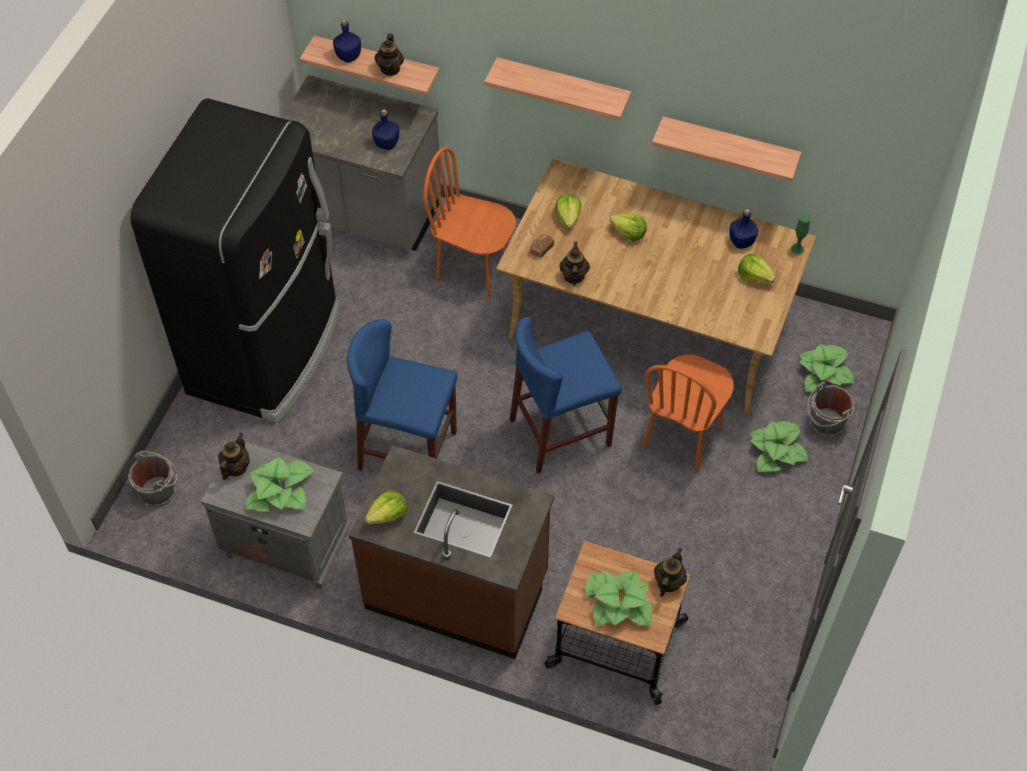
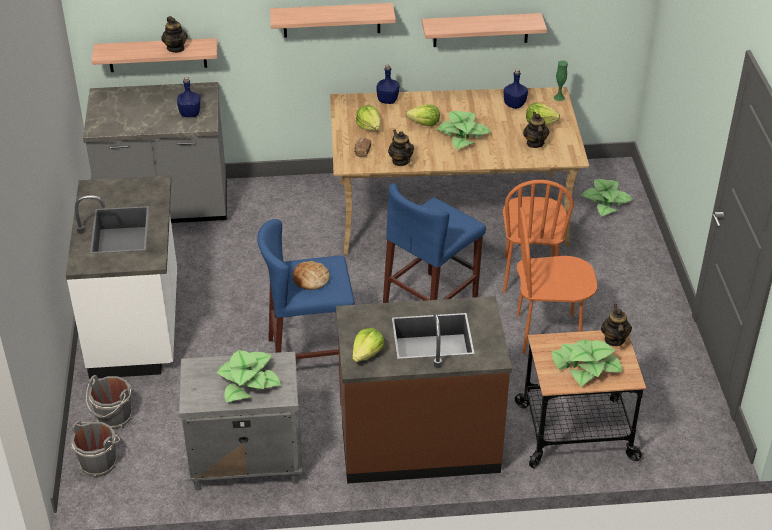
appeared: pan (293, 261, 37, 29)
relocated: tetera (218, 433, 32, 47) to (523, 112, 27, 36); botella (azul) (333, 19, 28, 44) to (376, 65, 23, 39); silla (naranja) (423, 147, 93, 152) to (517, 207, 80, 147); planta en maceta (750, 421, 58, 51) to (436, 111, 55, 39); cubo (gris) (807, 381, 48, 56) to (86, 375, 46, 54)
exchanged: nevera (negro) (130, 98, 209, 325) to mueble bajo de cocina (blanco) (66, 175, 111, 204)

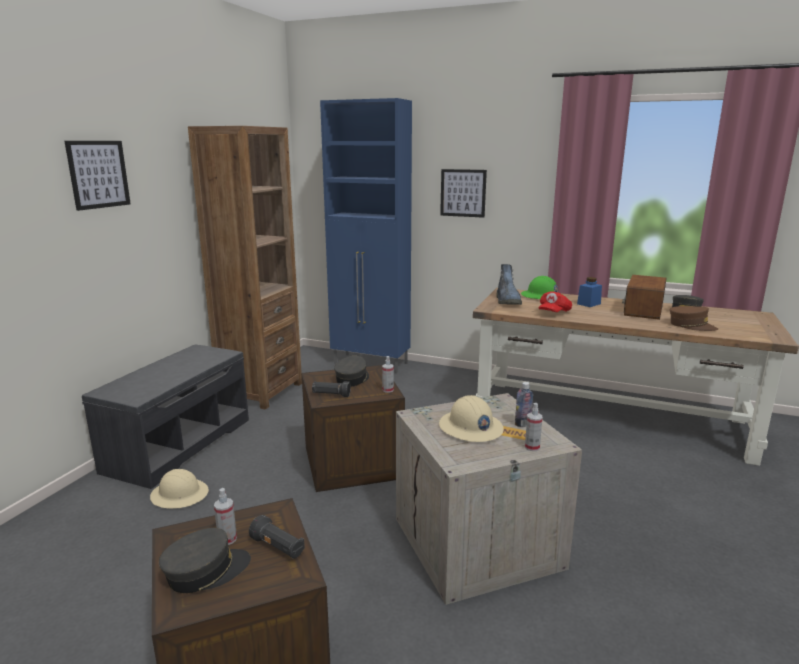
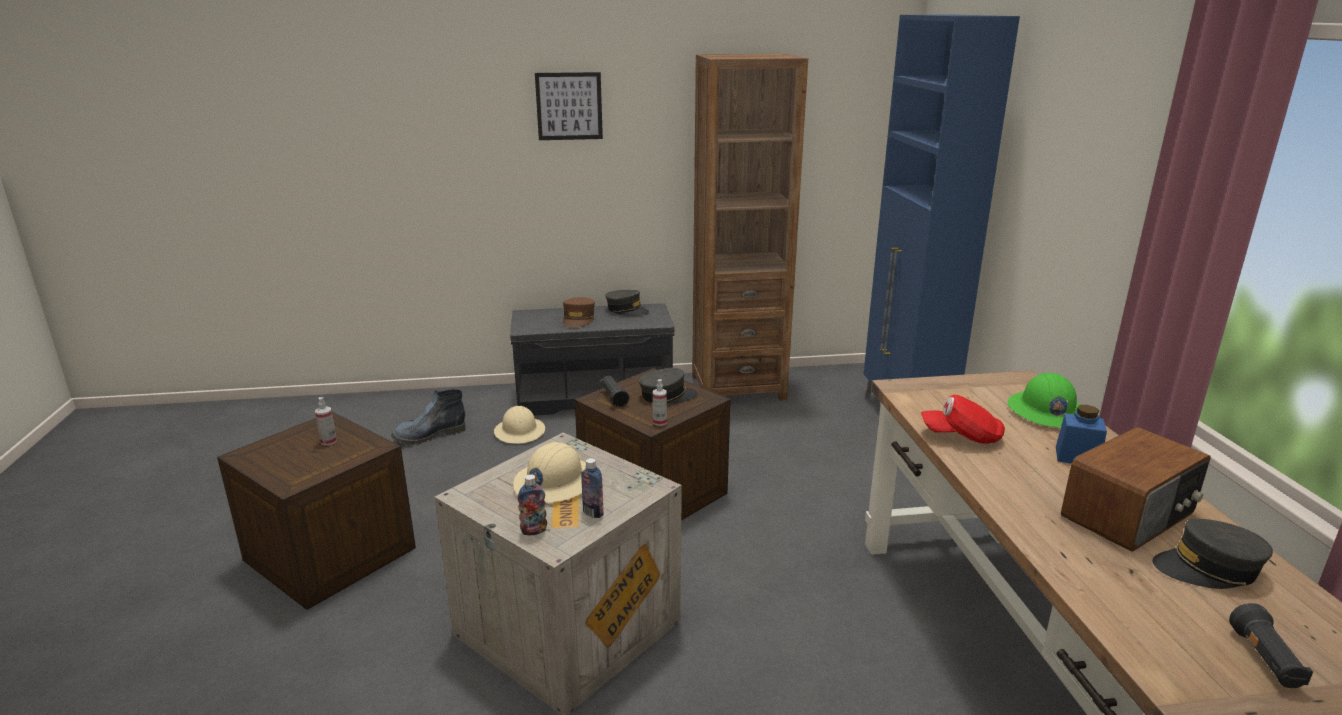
missing: cuadro (440, 169, 47, 49)
relocated: gorra (gris) (159, 528, 92, 65) to (605, 290, 44, 26); linterna (negro) (249, 515, 56, 44) to (1229, 603, 84, 85); bota (496, 264, 26, 41) to (391, 389, 75, 56); gorra (marrón) (670, 306, 48, 25) to (563, 297, 32, 31)
exchanged: pulverizador (525, 403, 17, 48) to botella (518, 474, 29, 61)
spun: radio (622, 275, 45, 45) = (1061, 427, 150, 124) 150 degrees clockwise

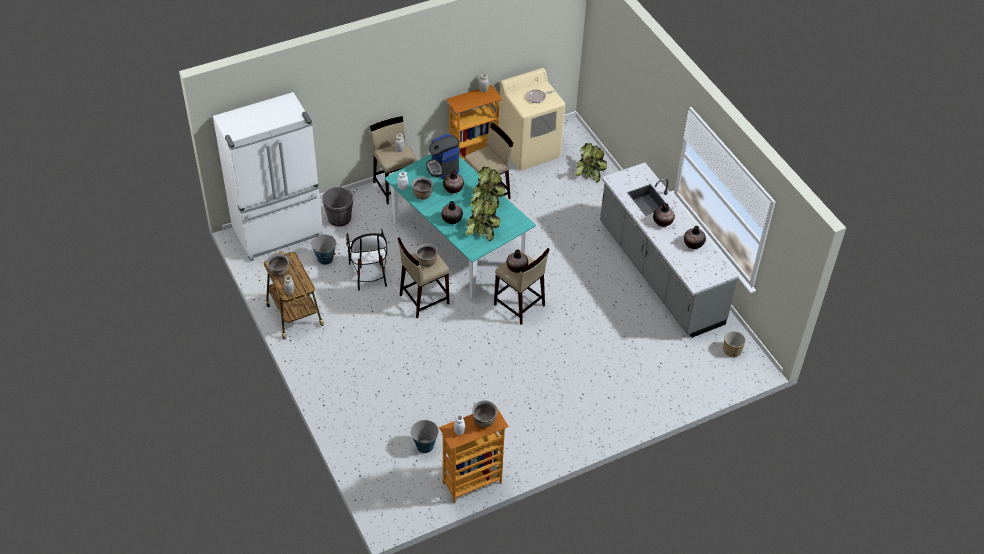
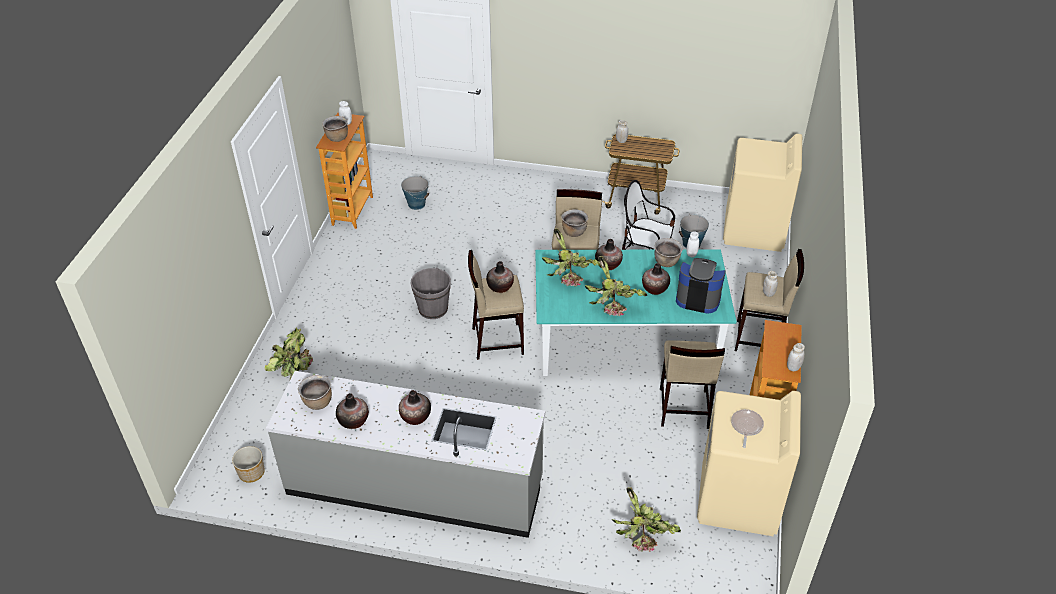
appeared: planta en maceta (264, 328, 49, 52)
relocated: olla (marrón) (267, 254, 22, 23) to (298, 375, 34, 35); cubo (gris) (322, 187, 31, 40) to (411, 267, 40, 52)
exchanged: nevera (blanco) (213, 92, 110, 170) to lavadora (beis) (723, 134, 79, 118)

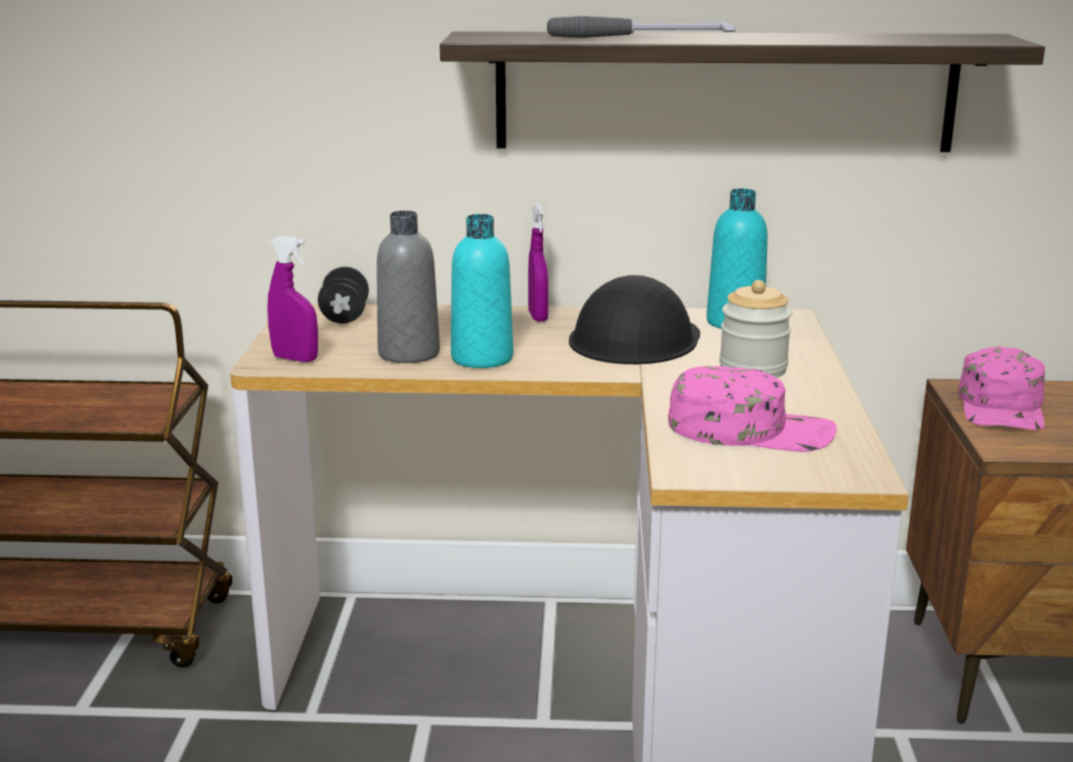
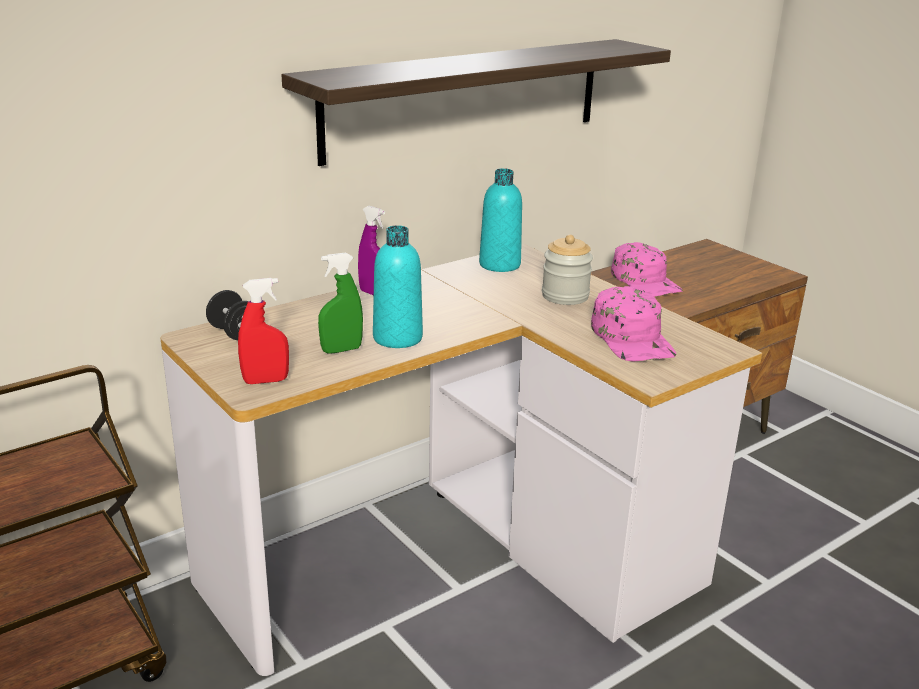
missing: martillo (547, 16, 189, 22); casco (negro) (569, 275, 131, 89)
exchanged: botella (gris) (377, 211, 63, 152) to pulverizador (verde) (318, 253, 45, 101)
colour: pulverizador (morado) (267, 236, 51, 126) to pulverizador (rojo) (238, 278, 51, 106)
spun: gorra (rosa) (668, 366, 169, 86) = (591, 286, 85, 76) 105 degrees clockwise

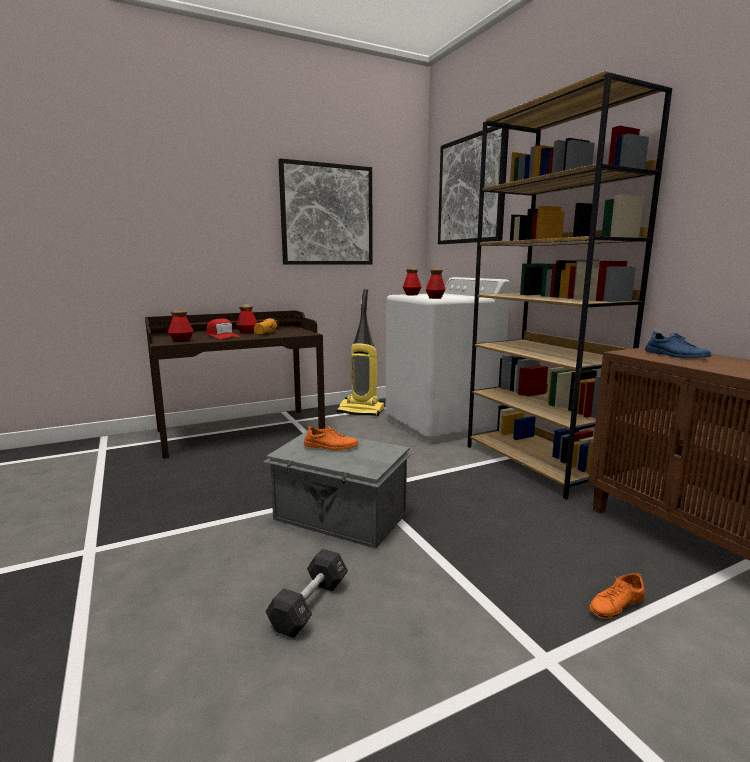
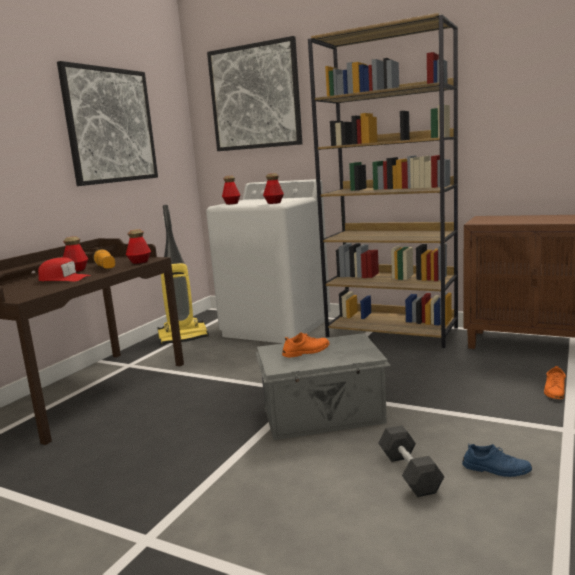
relocated: botella (168, 309, 26, 33) to (126, 229, 25, 35); zapato (azul) (645, 331, 66, 27) to (462, 444, 70, 33)

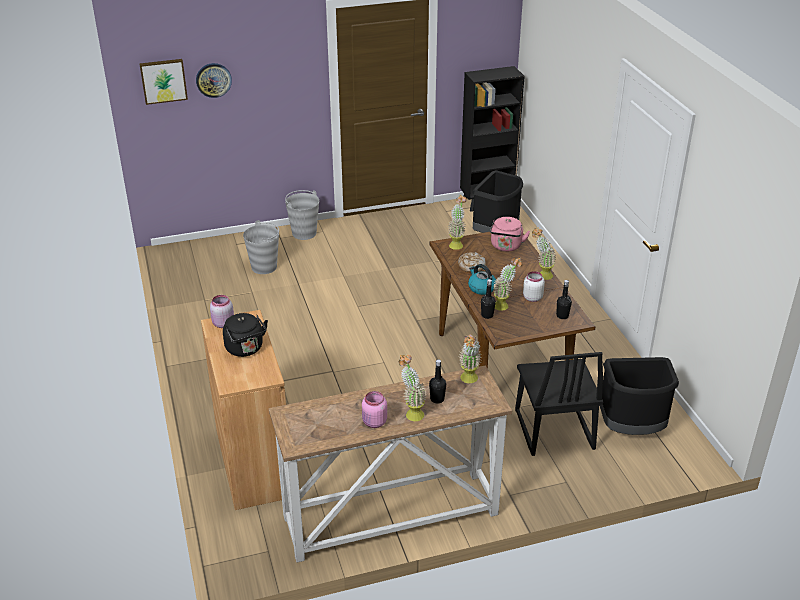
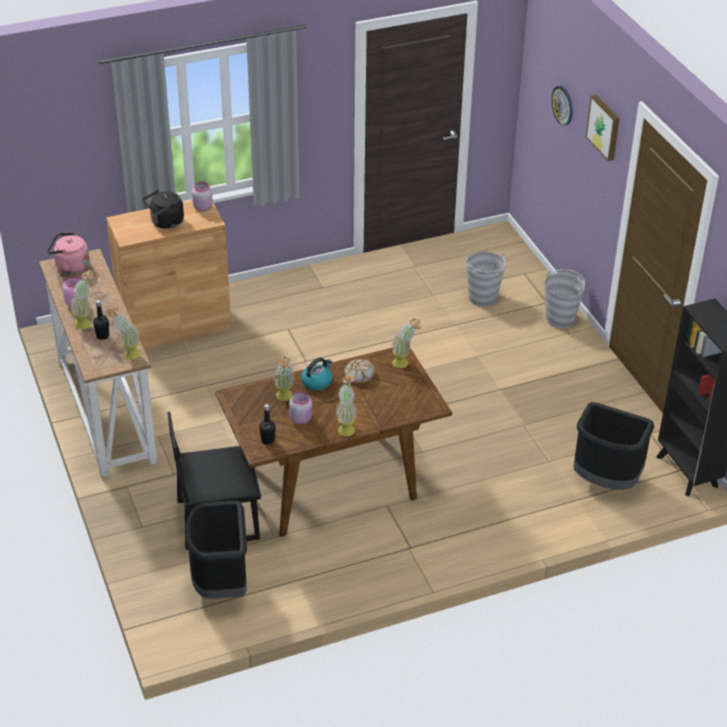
missing: botella (negro) (481, 279, 15, 40)
relocated: cuadro (139, 59, 49, 46) to (586, 95, 34, 66); hervidor (rosa) (490, 217, 40, 34) to (47, 232, 43, 42)
colour: tarro (blanco) (523, 271, 22, 31) to tarro (rosa) (289, 391, 23, 33)

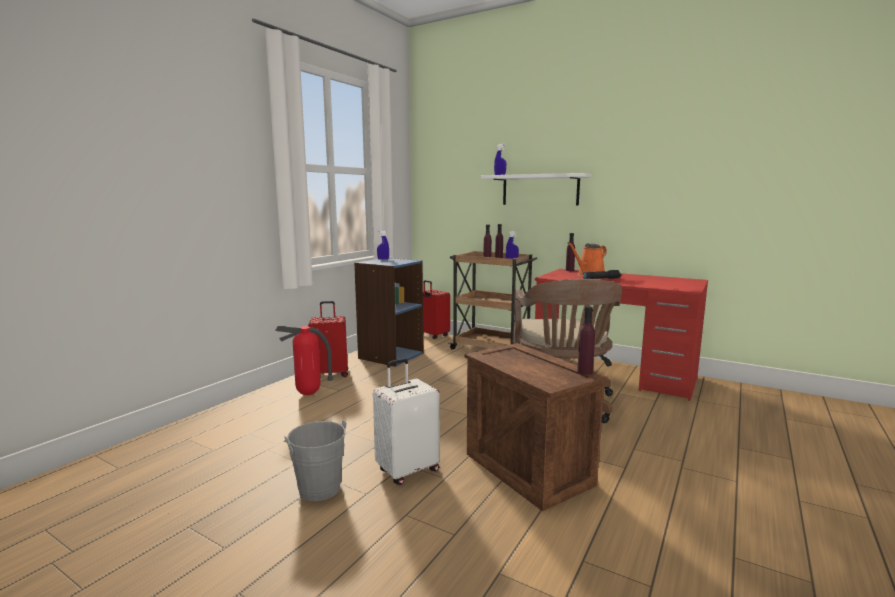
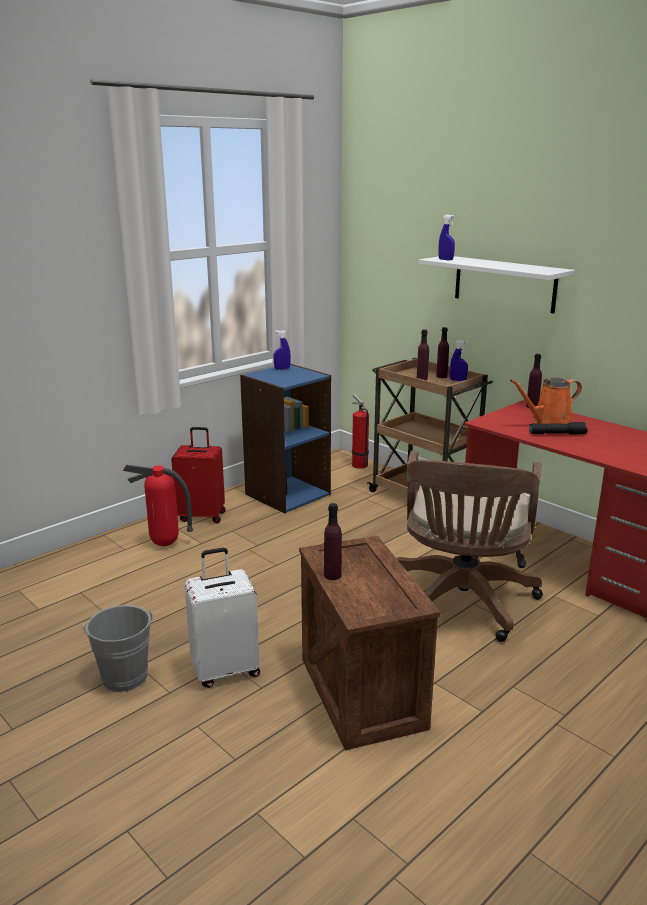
relocated: botella (morado) (577, 306, 18, 69) to (324, 503, 18, 77)
exchanged: maleta (rojo) (423, 280, 27, 59) to extintor (352, 394, 17, 75)

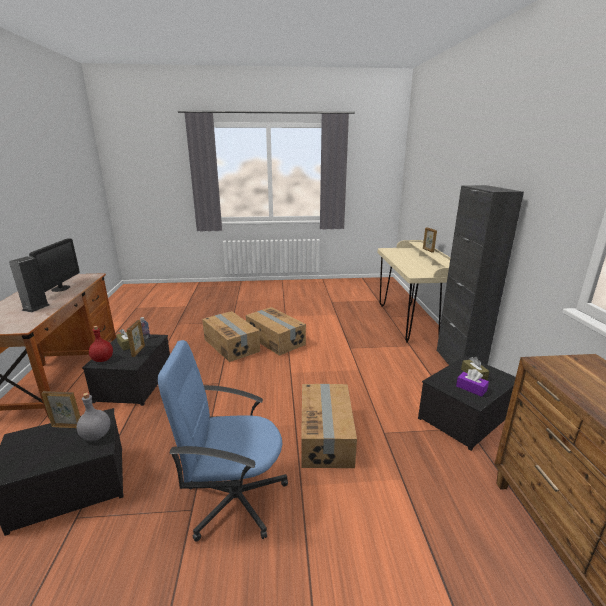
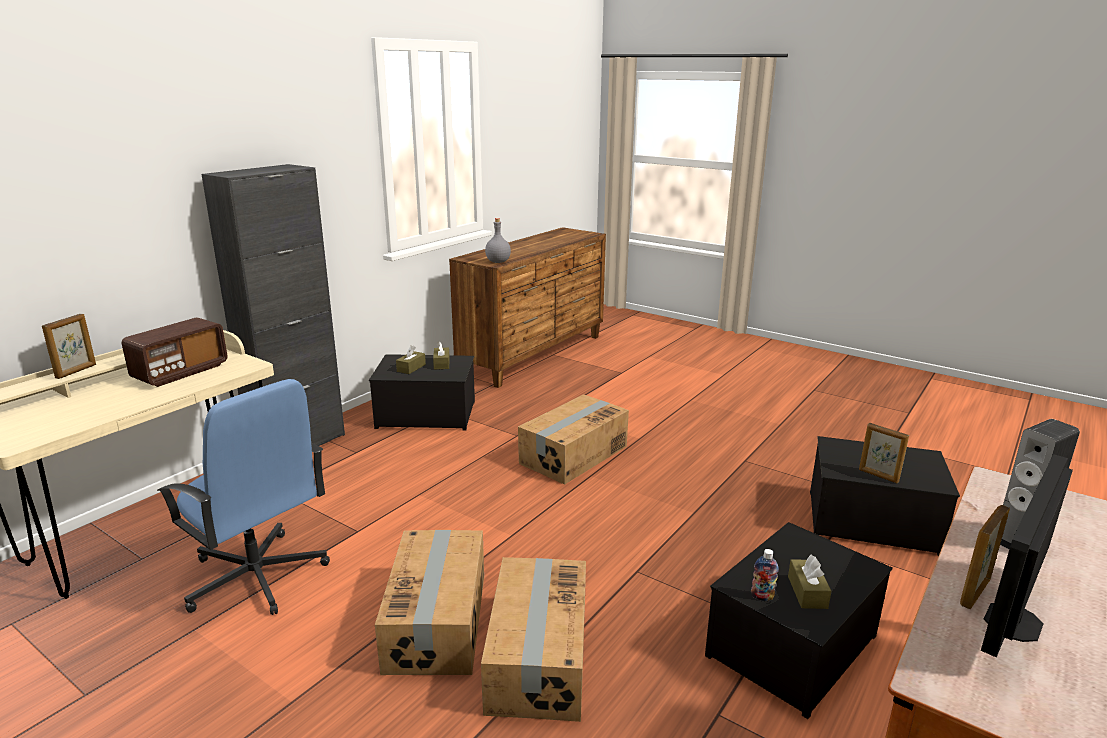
missing: botella (rojo) (89, 326, 24, 36)
appeared: radio (122, 318, 105, 69)
relocated: botella (gris) (77, 392, 33, 49) to (485, 218, 26, 45); portarretratos (127, 320, 18, 37) to (960, 505, 50, 104); silla de oficina (azul) (158, 340, 130, 202) to (157, 379, 173, 236)
colour: caja de pañuelos (morado) (456, 369, 33, 28) to caja de pañuelos (marrón) (433, 341, 17, 28)

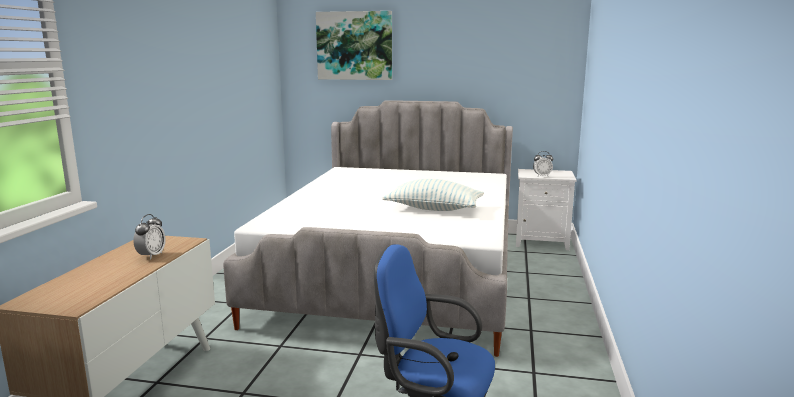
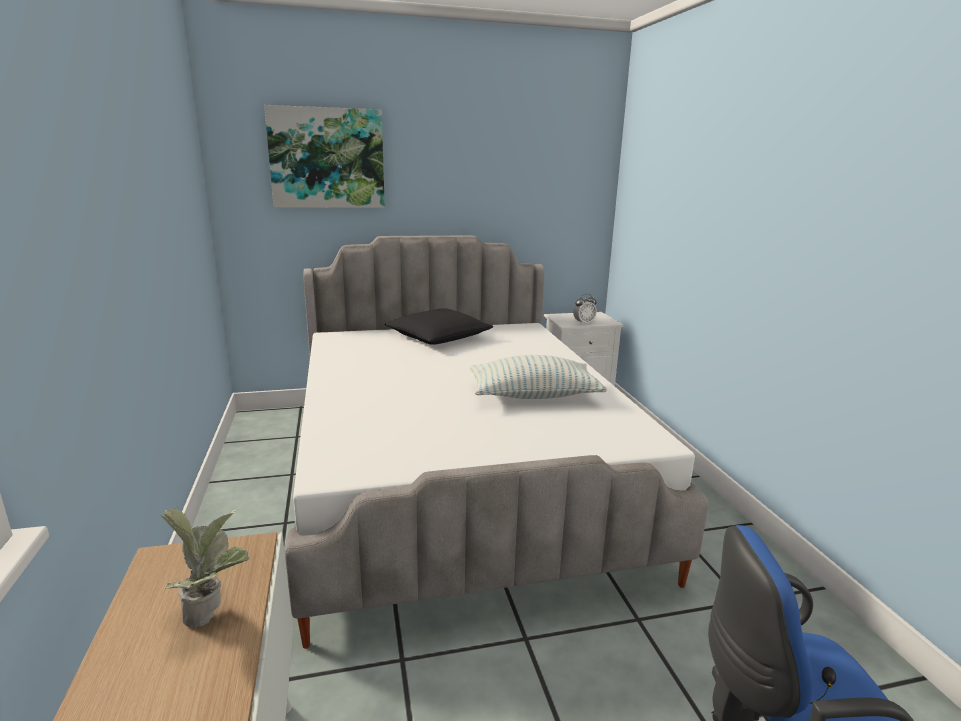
appeared: cojín (negro) (385, 308, 108, 37)
exchanged: despertador (133, 214, 33, 45) to planta en maceta (160, 508, 90, 120)

